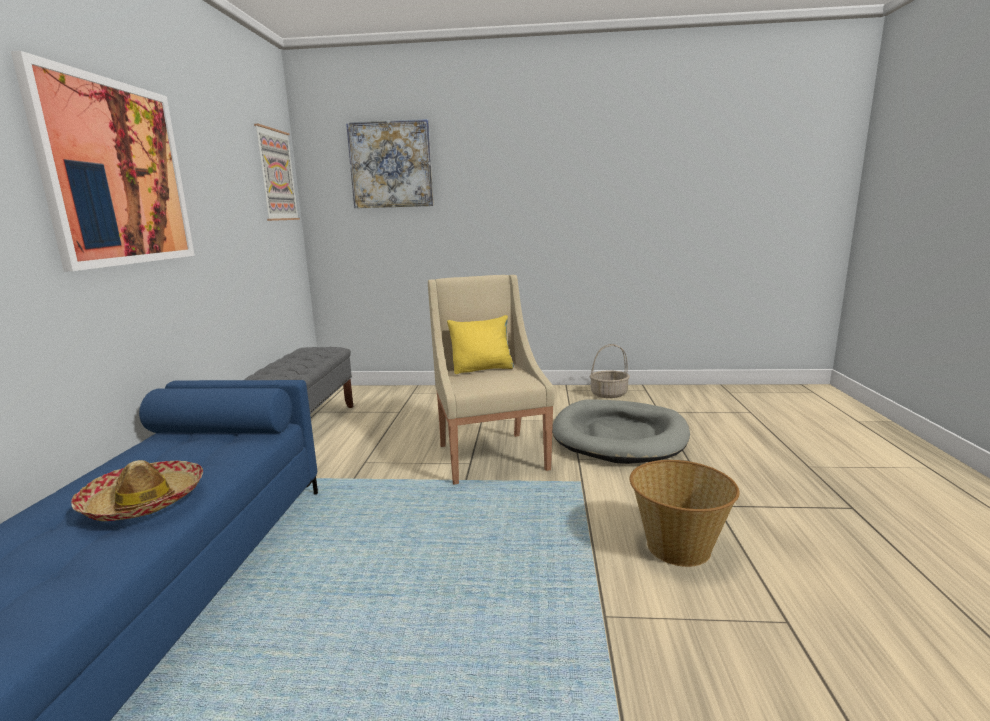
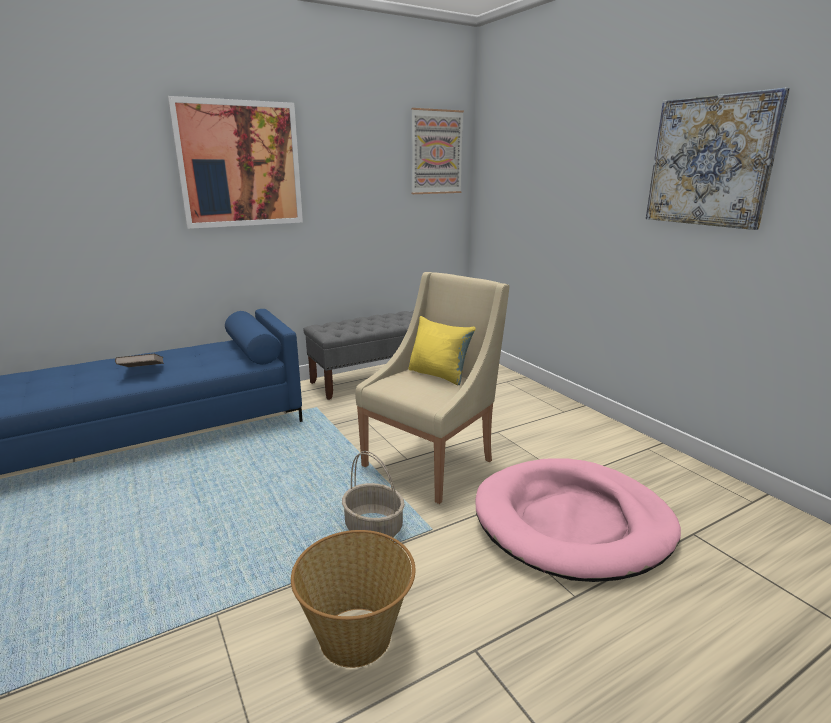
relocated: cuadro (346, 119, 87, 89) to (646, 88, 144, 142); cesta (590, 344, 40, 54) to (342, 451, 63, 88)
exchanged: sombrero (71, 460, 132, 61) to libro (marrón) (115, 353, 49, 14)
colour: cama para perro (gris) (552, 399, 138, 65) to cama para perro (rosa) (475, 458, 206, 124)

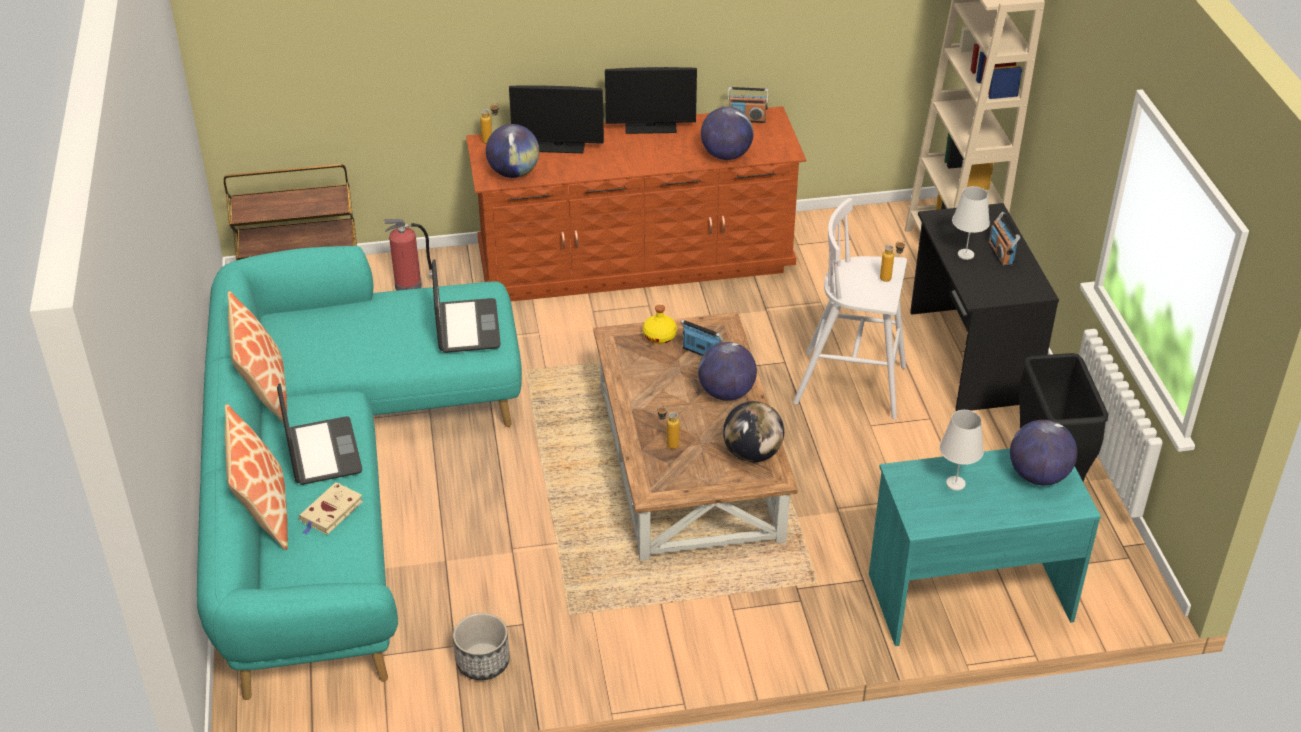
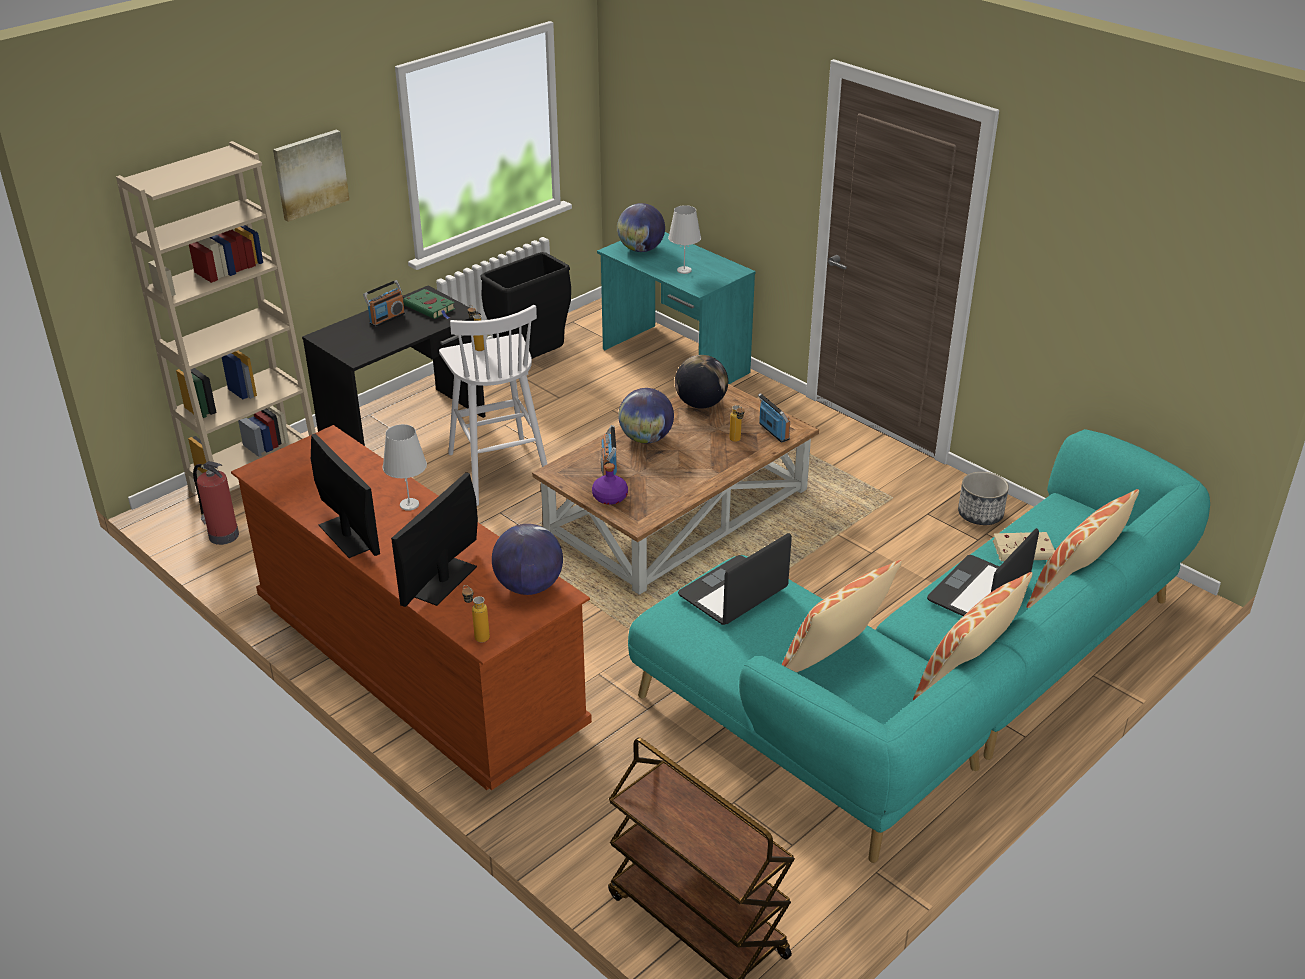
missing: globo terráqueo (701, 107, 53, 53)
appeared: cuadro (273, 129, 76, 93); libro (verde) (403, 289, 52, 30); cojín (782, 560, 120, 112)
relocated: extintor (384, 219, 49, 72) to (193, 461, 46, 84); radio (727, 87, 42, 36) to (758, 393, 32, 49); lámpara de mesa (blanco) (952, 186, 38, 74) to (383, 424, 44, 87)
colour: botella (amarillo) (643, 305, 34, 39) to botella (morado) (592, 463, 36, 41)
spun: monitor (509, 85, 95, 68) = (391, 472, 87, 135) 120 degrees counterclockwise

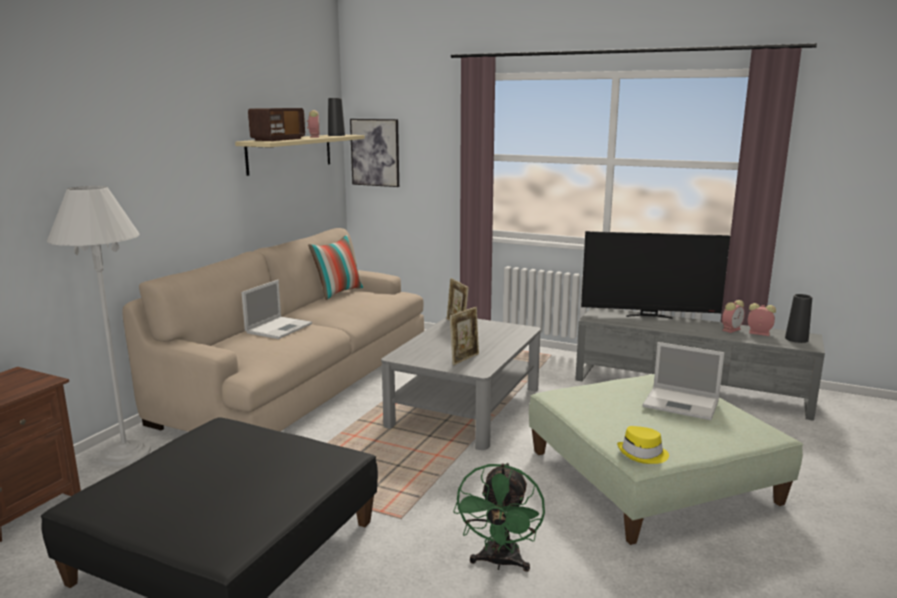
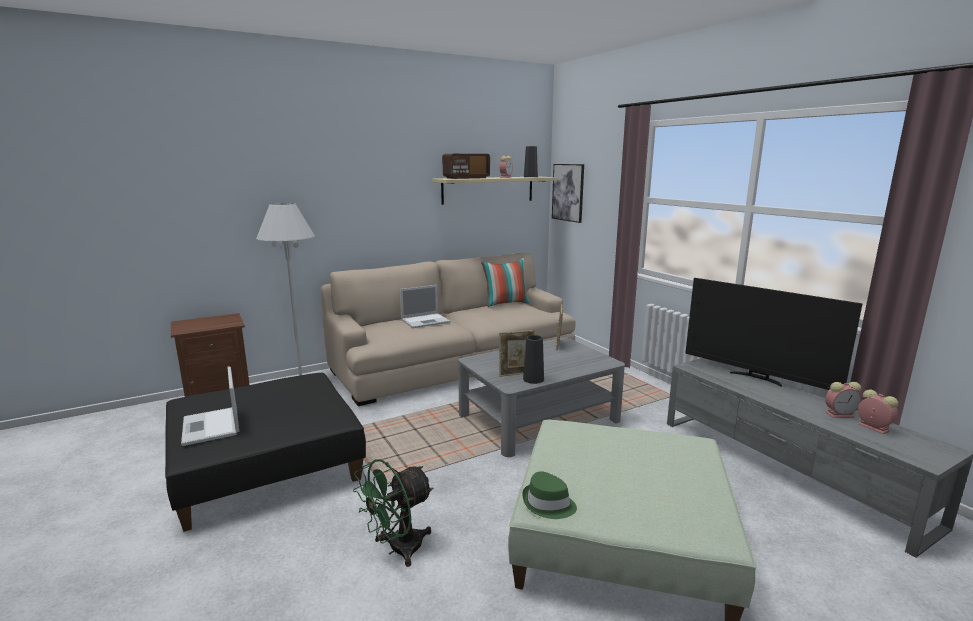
relocated: portátil (642, 342, 82, 78) to (181, 367, 58, 79); florero (negro) (785, 294, 27, 49) to (523, 335, 21, 49)
colour: sombrero (amarillo) (617, 426, 52, 38) to sombrero (verde) (522, 471, 55, 48)

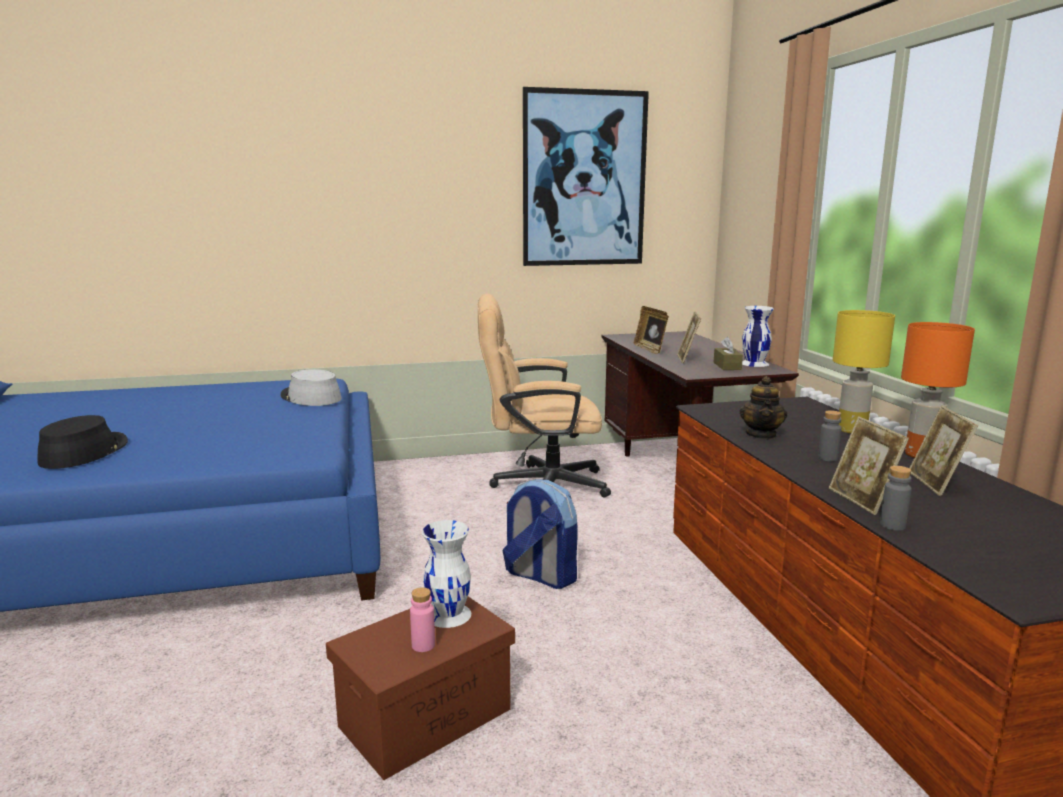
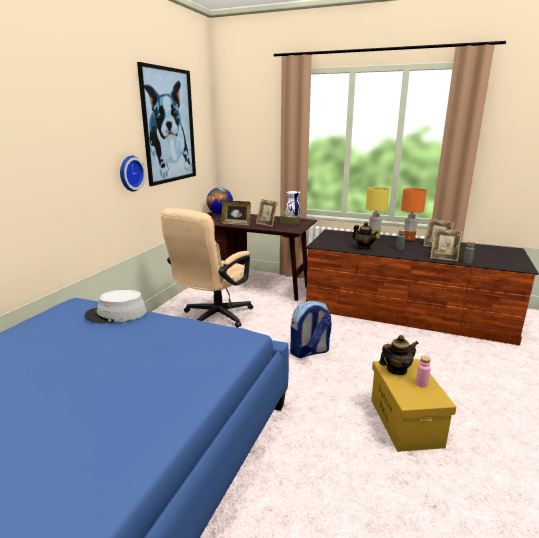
missing: sombrero (negro) (38, 415, 90, 54)
appeared: reloj de pared (120, 156, 26, 35); globo terráqueo (207, 187, 26, 27)
exchanged: florero (blanco) (422, 520, 49, 108) to tetera (379, 335, 40, 40)
colour: caja de almacenaje (marrón) (326, 596, 189, 184) to caja de almacenaje (amarillo) (371, 359, 85, 93)

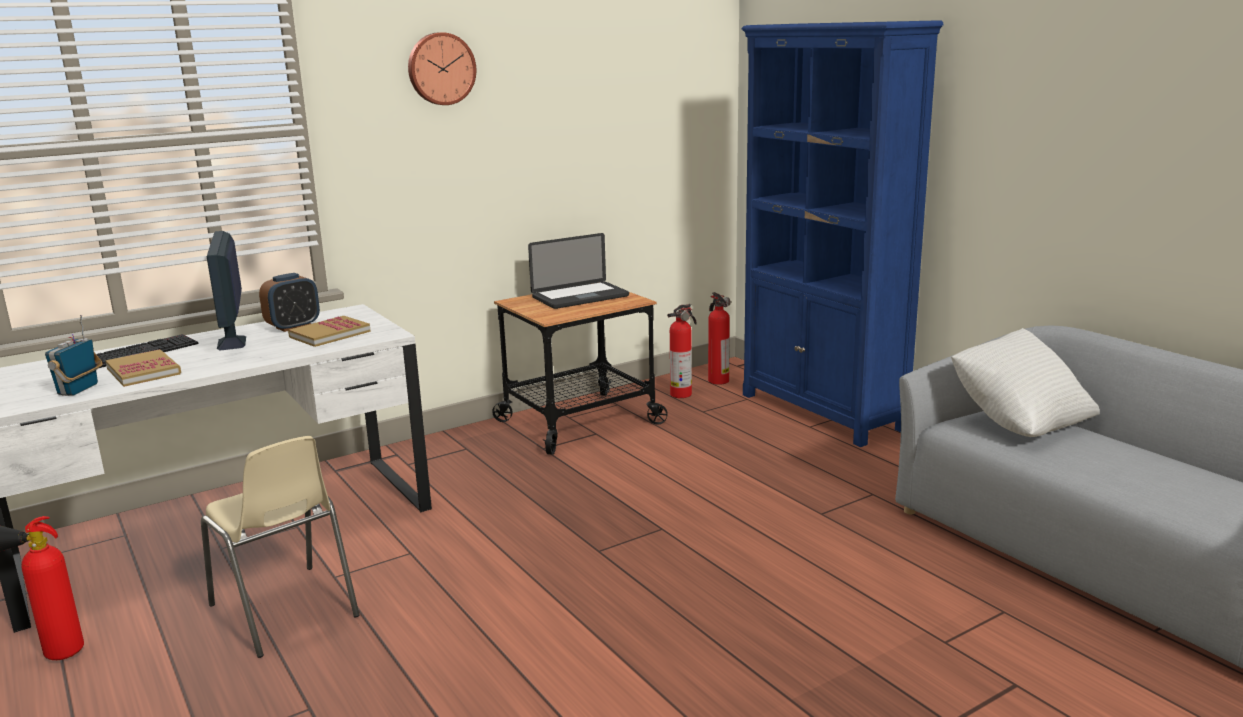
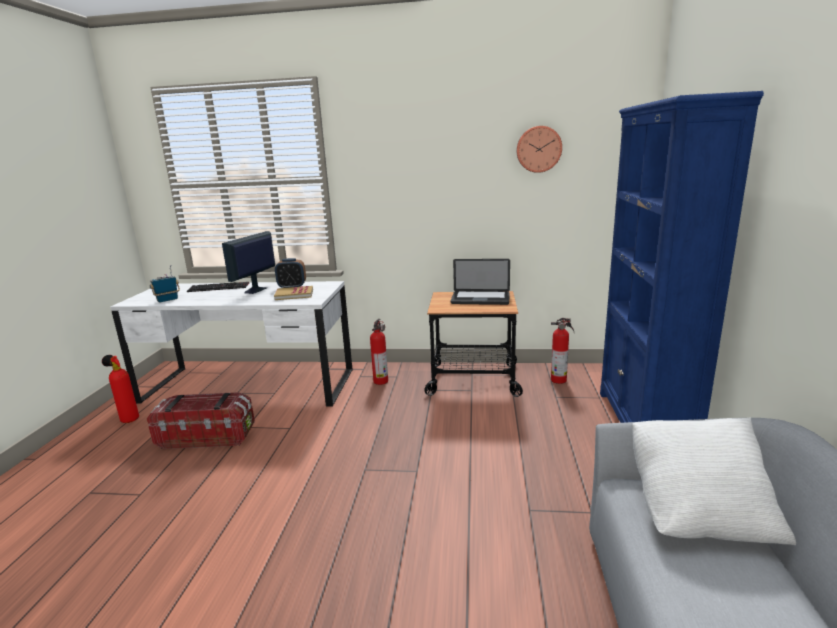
missing: libro (105, 349, 76, 38)
relocated: reloj de pared (408, 32, 68, 73) to (516, 126, 46, 47); extintor (708, 292, 23, 93) to (370, 319, 18, 66)
exchanged: silla (beis) (201, 436, 159, 222) to caja de almacenaje (147, 392, 108, 57)

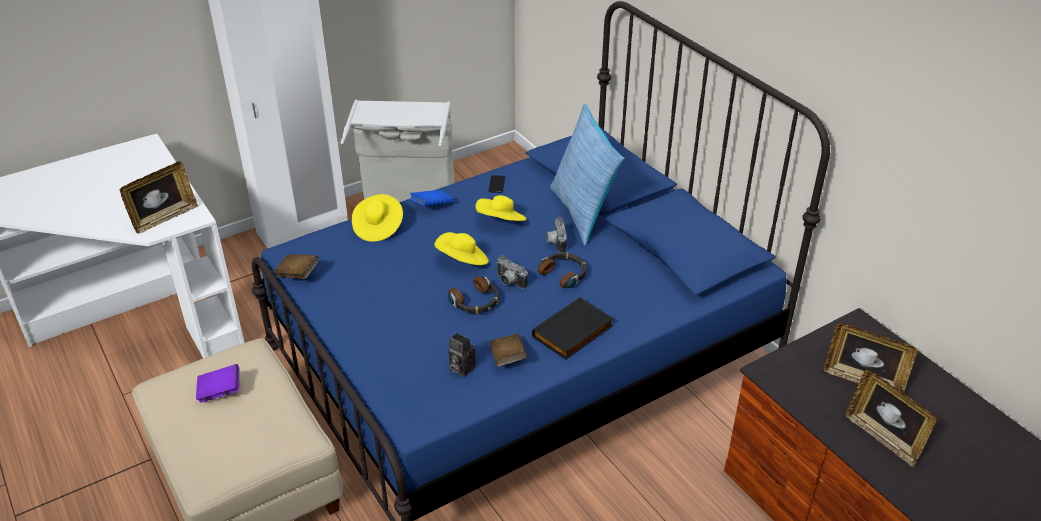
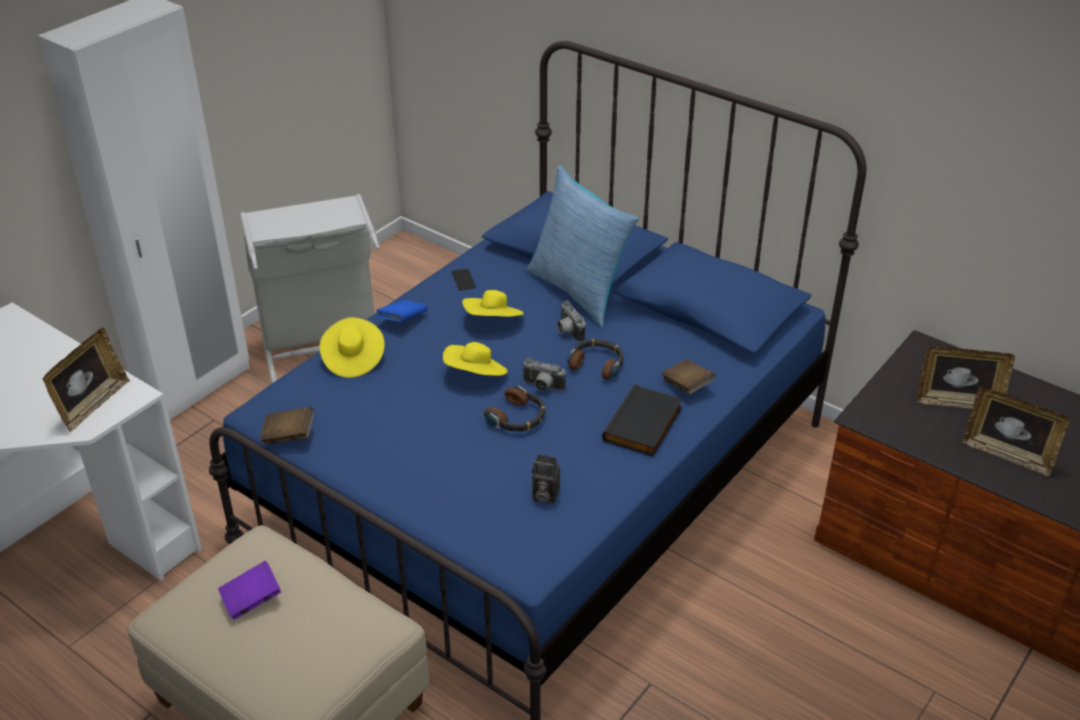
relocated: libro (marrón) (490, 334, 37, 33) to (661, 359, 54, 35)

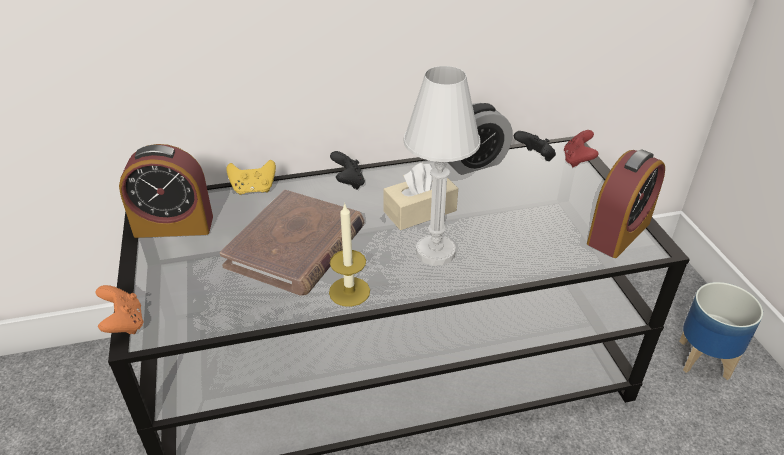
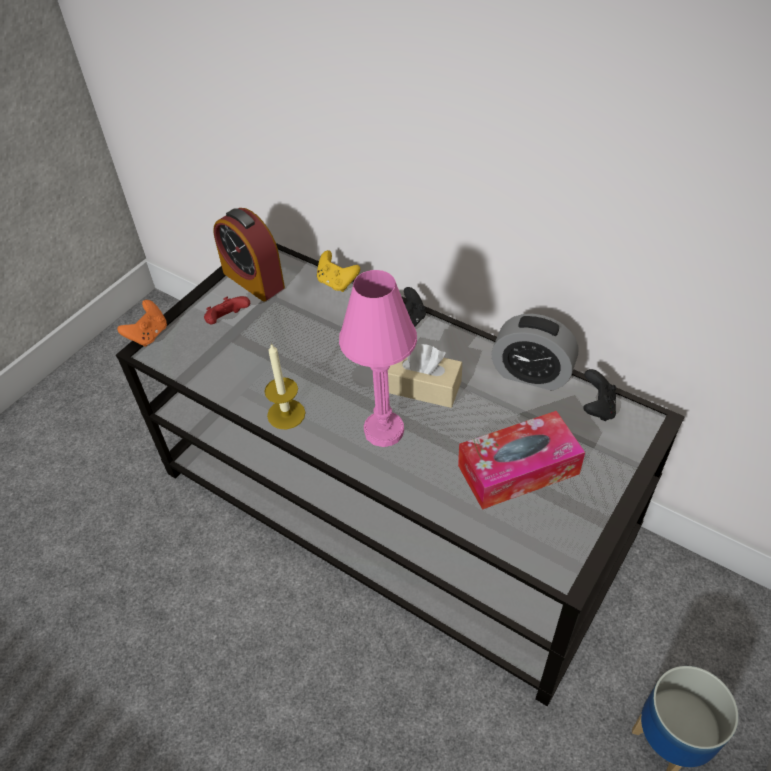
missing: libro (marrón) (220, 190, 144, 106); despertador (587, 150, 78, 108)
appeared: caja de pañuelos (458, 411, 127, 99)
relocated: mando de consola (rojo) (564, 130, 35, 38) to (204, 296, 46, 28)
colour: lámpara de mesa (blanco) (403, 66, 78, 200) to lámpara de mesa (rosa) (339, 270, 78, 177)

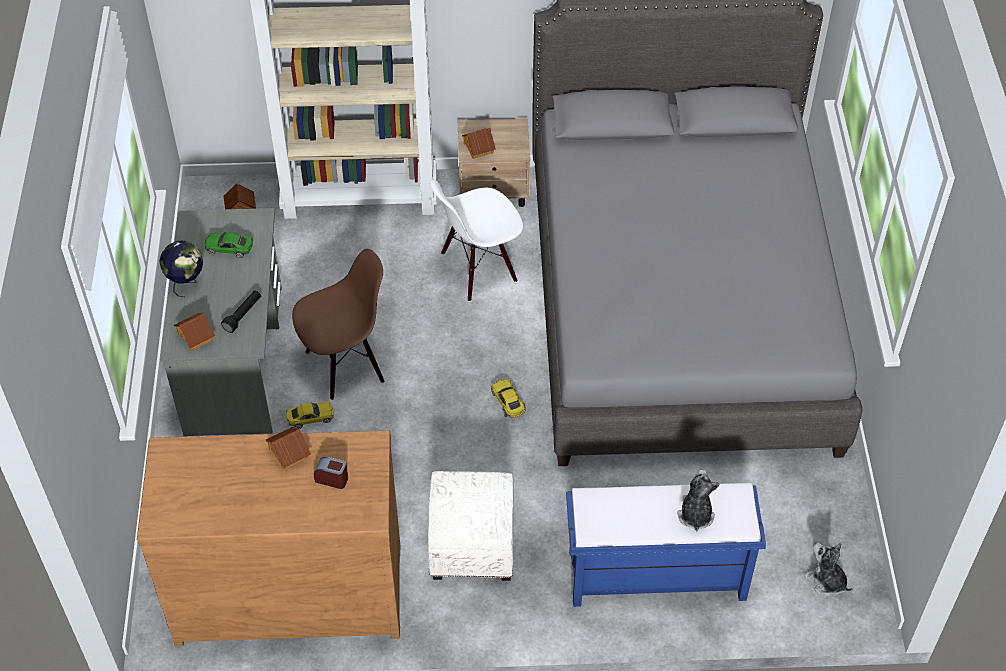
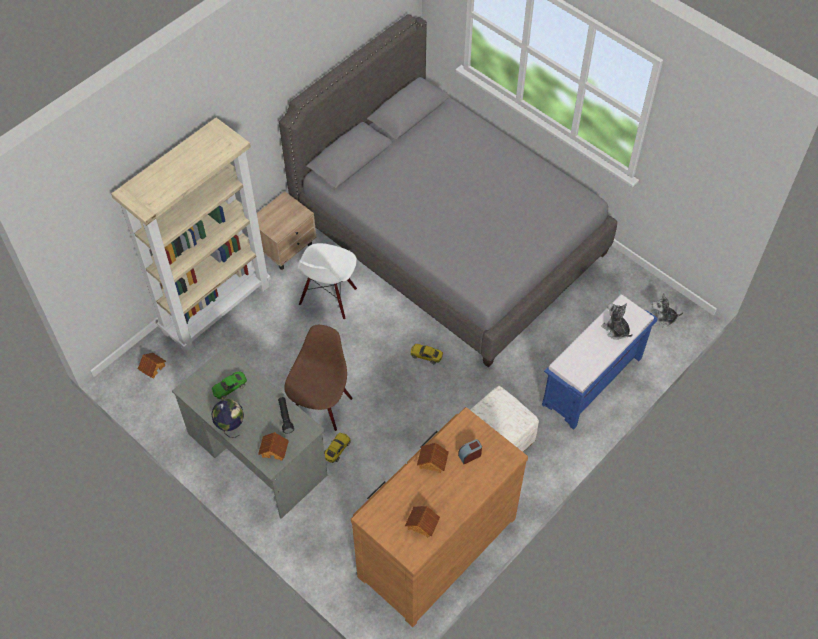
relocated: casita (462, 128, 34, 31) to (405, 506, 35, 31)

